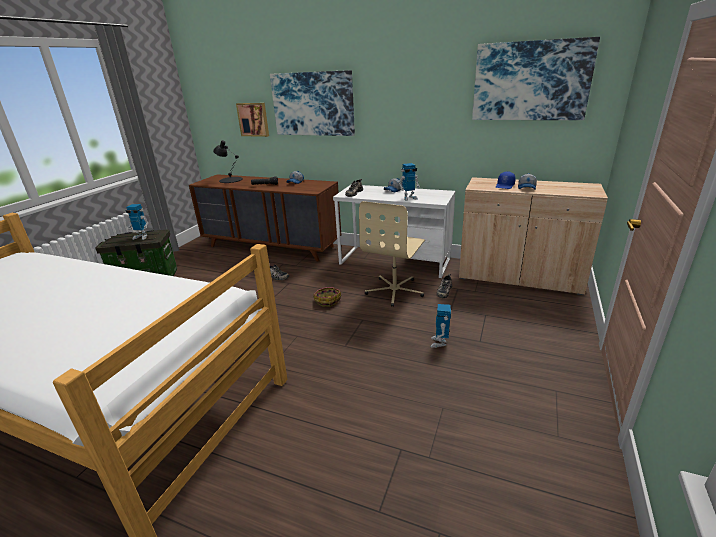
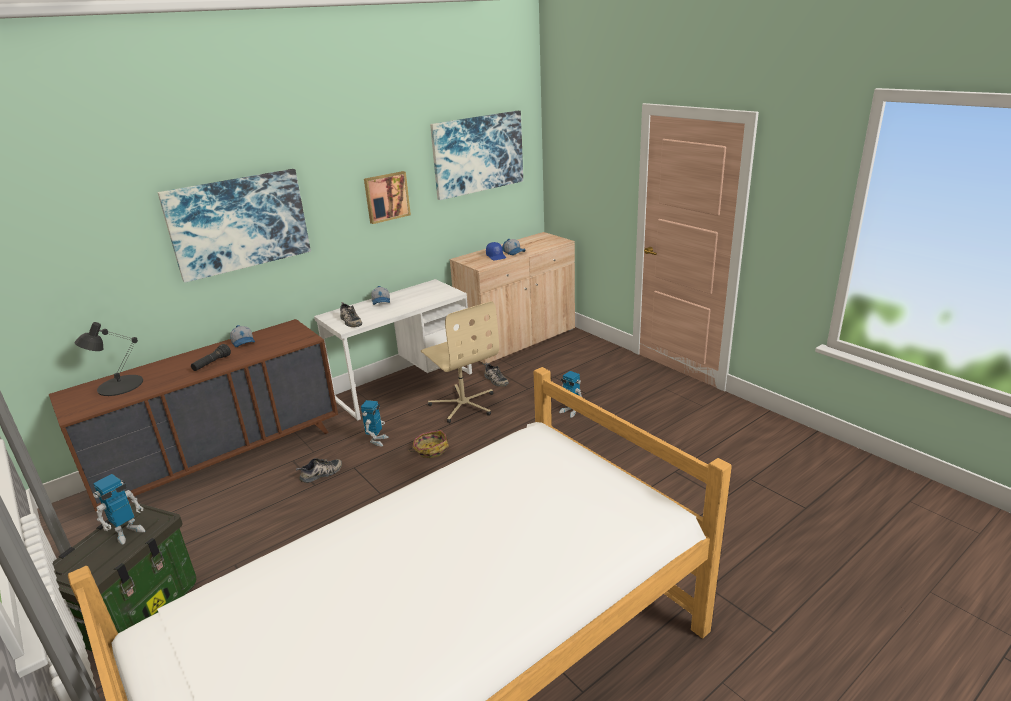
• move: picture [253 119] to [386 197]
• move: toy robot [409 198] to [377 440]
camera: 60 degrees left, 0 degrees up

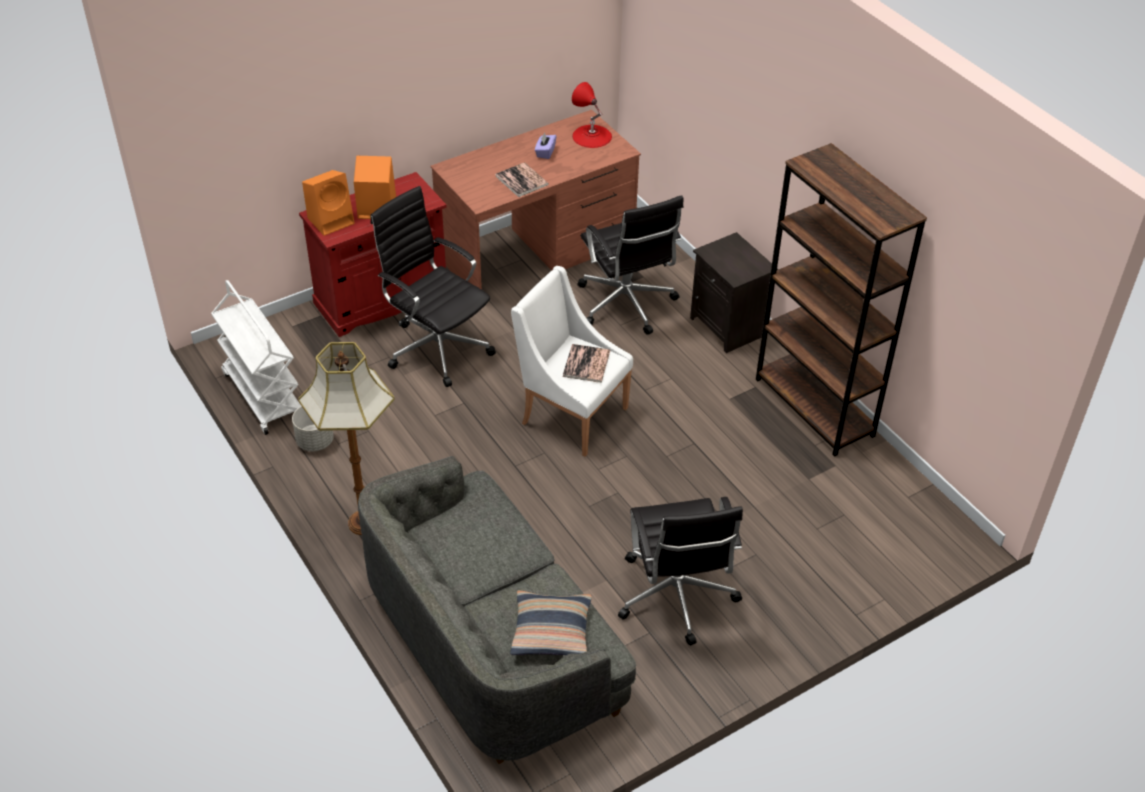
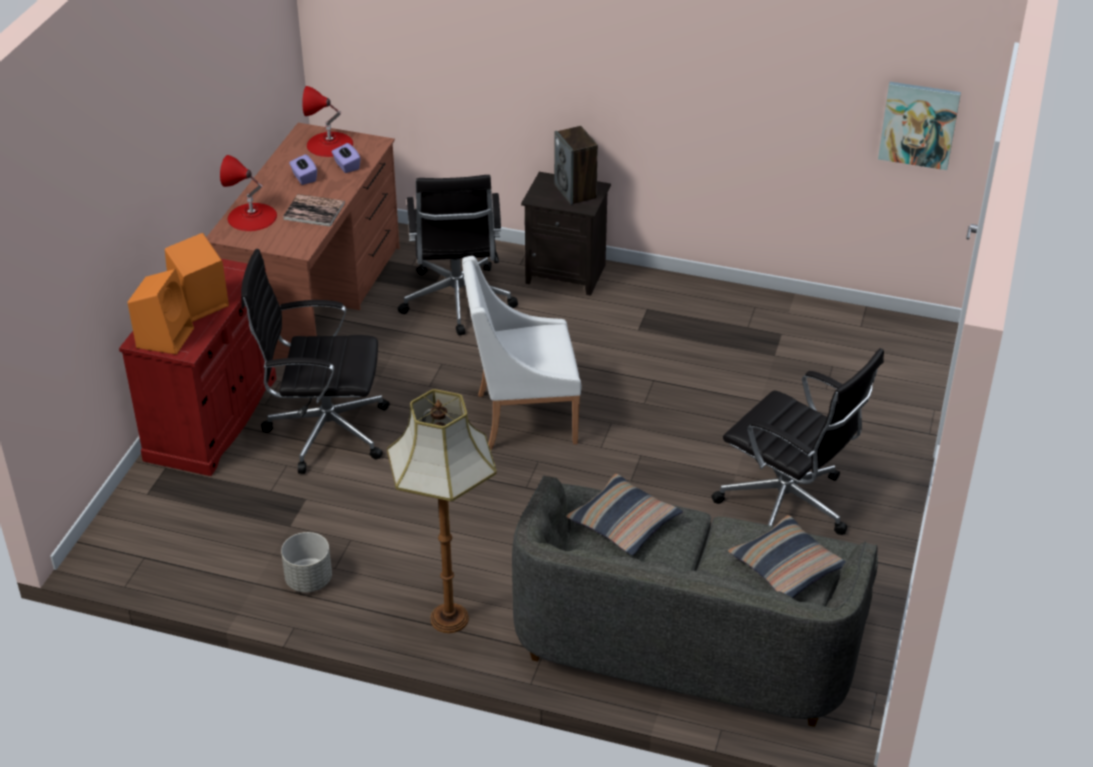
• delete: white cart [262 395]
• delete: book [586 364]
• rotate: black office chair [626 305] = [457 302] 60 degrees clockwise
• delete: brown bookcase [814 407]
• insert: red table lamp [252 217]
• insert: purple tissue box [346 166]
• insert: speaker [575 192]
• insert: pillow [623 523]
• insert: picture [919 124]
camera: 40 degrees left, 5 degrees down

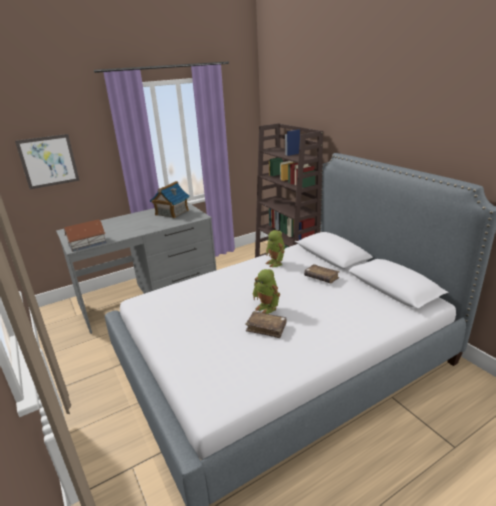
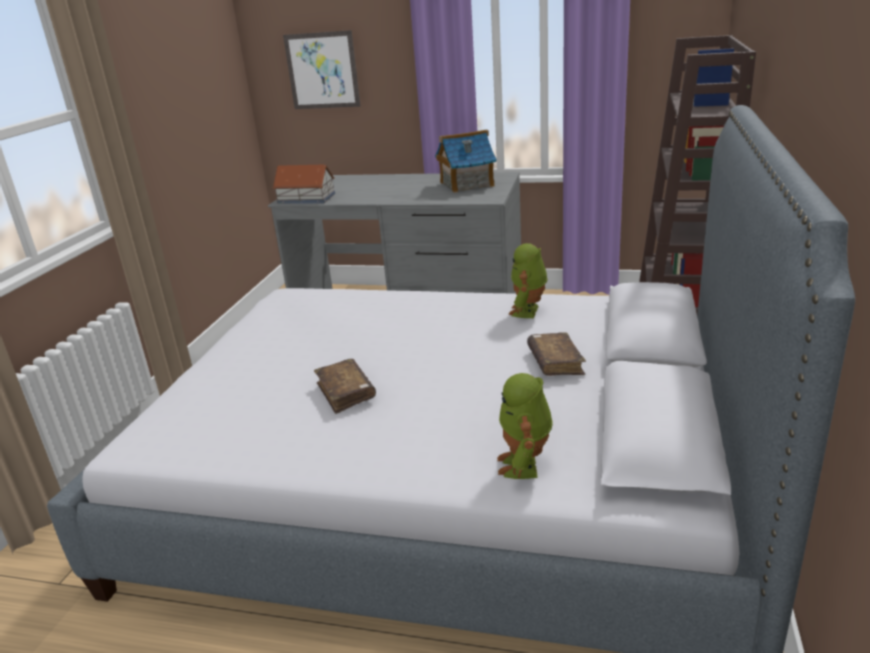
• move: toy robot [267 308] to [525 465]
camera: 45 degrees right, 0 degrees up

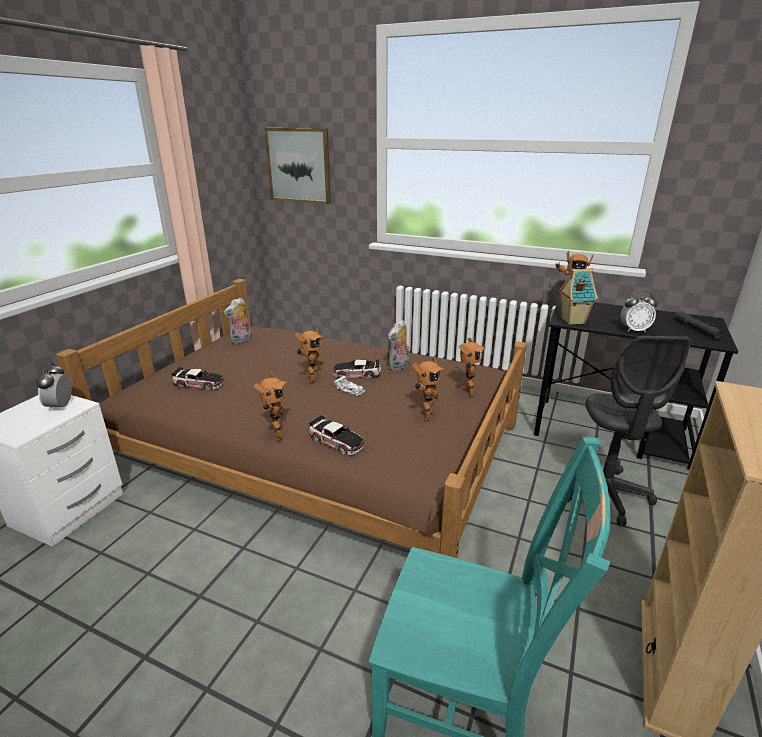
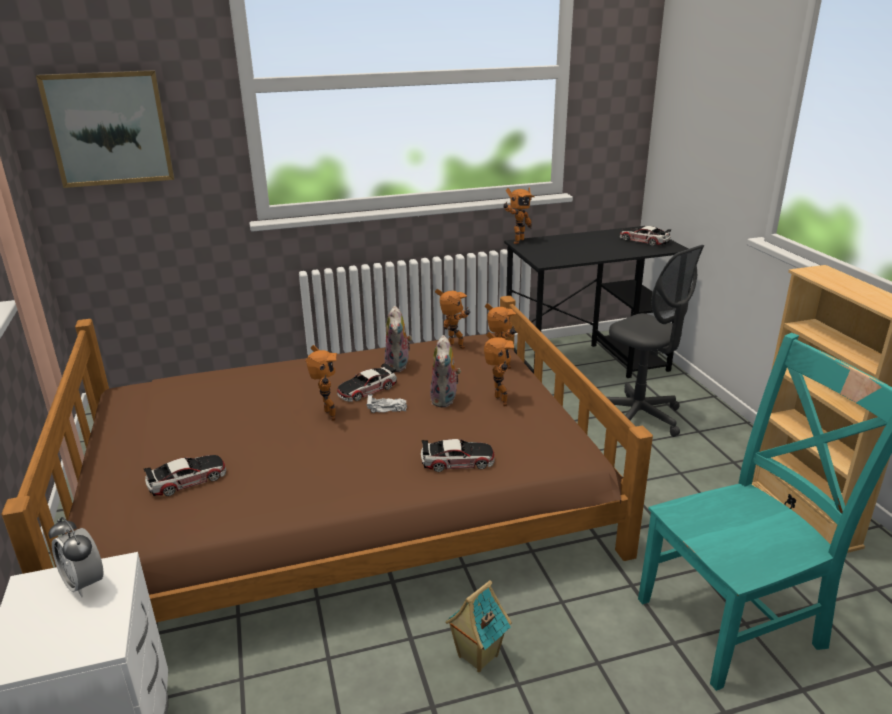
• move: plush toy [241 341] to [445 400]
• move: toy robot [275 436] to [455 347]
• move: toy house [572 321] to [476 656]
• delete: alarm clock [634 330]
• replace: grey flashlight [696 329] to toy car [644 240]
camera: 40 degrees left, 0 degrees up

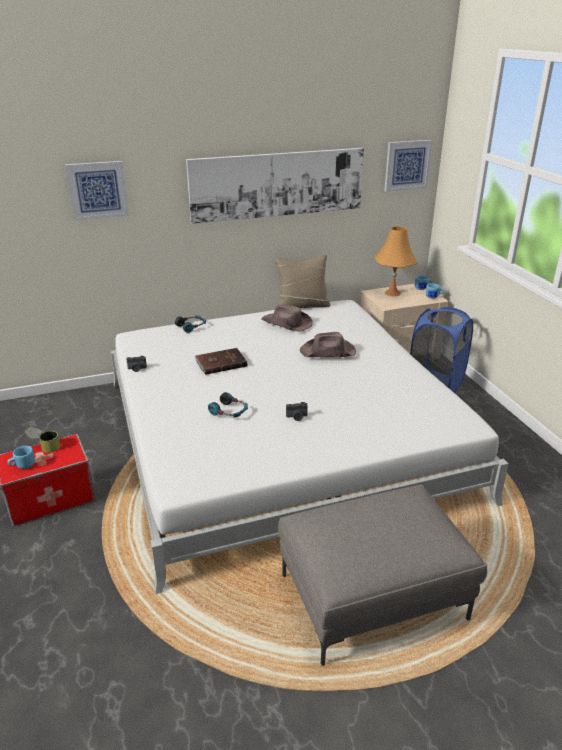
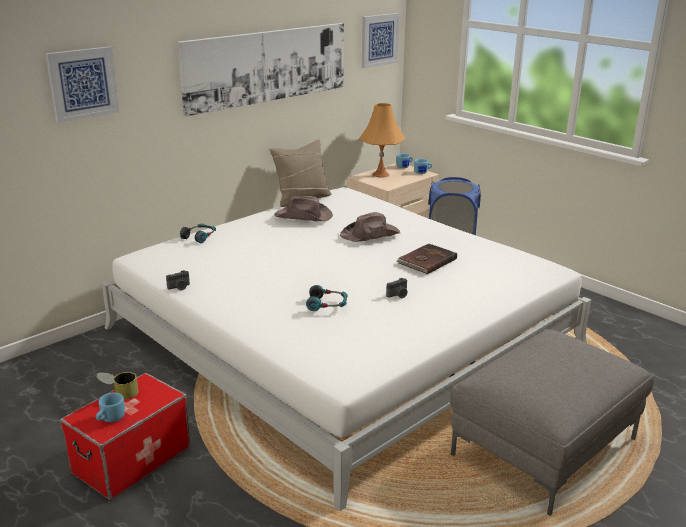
• move: brown book [220 363] to [426 261]
camera: 25 degrees left, 5 degrees down

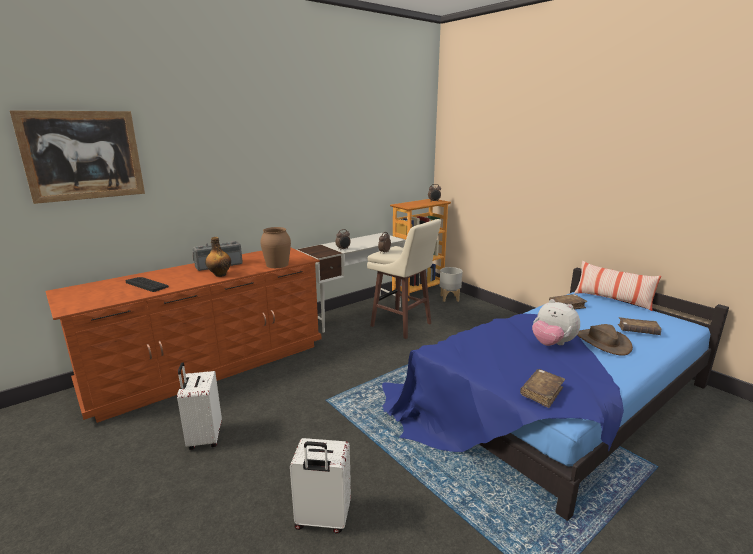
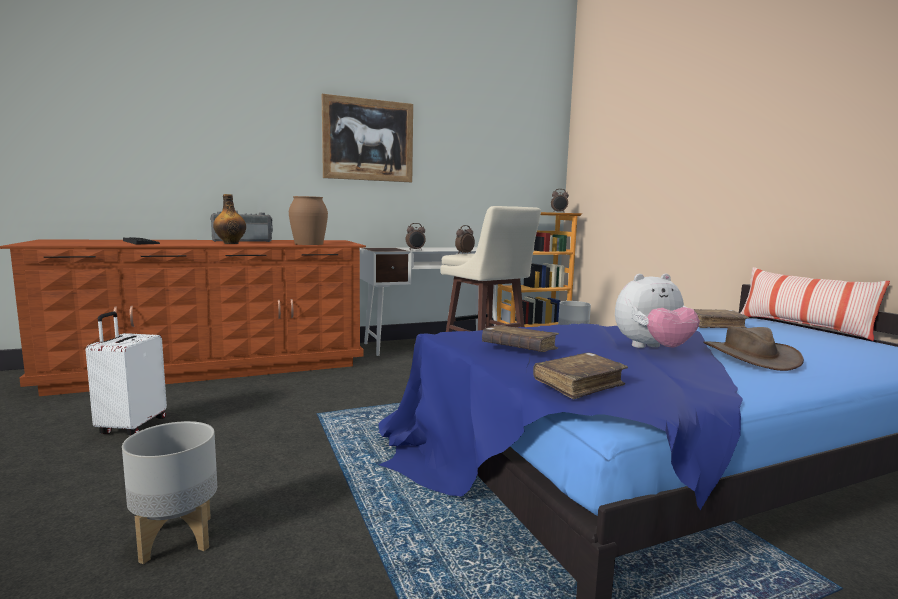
• move: picture [83 155] to [368 140]
• replace: white suitcase [322 519] to grey planter [175 539]
• rotate: plush toy [552 344] = [652 349] 75 degrees counterclockwise
• move: brown book [638 331] to [519 348]
camera: 15 degrees right, 10 degrees down

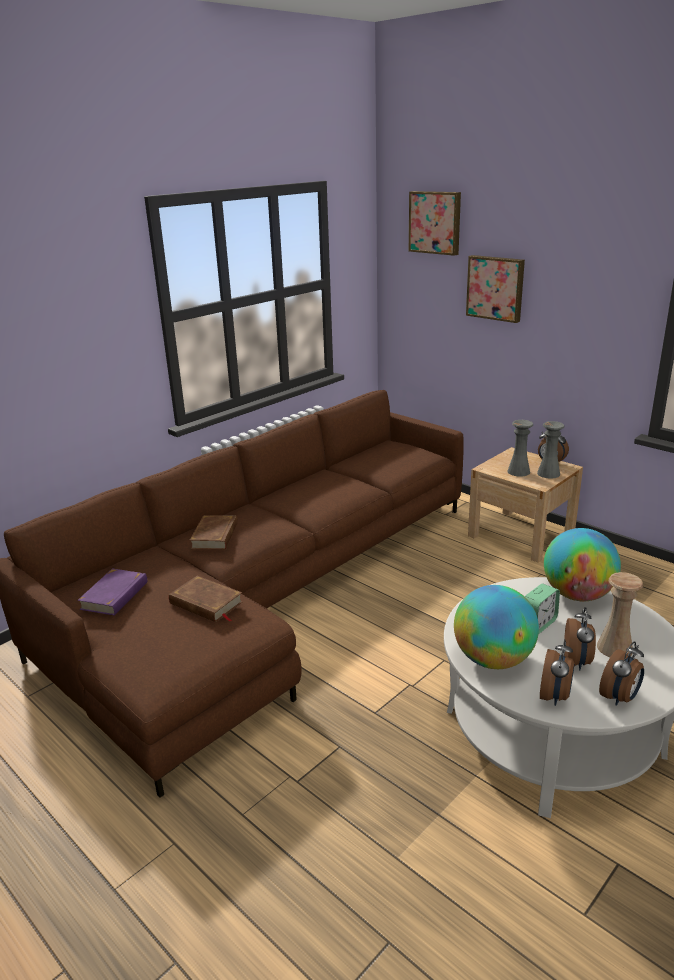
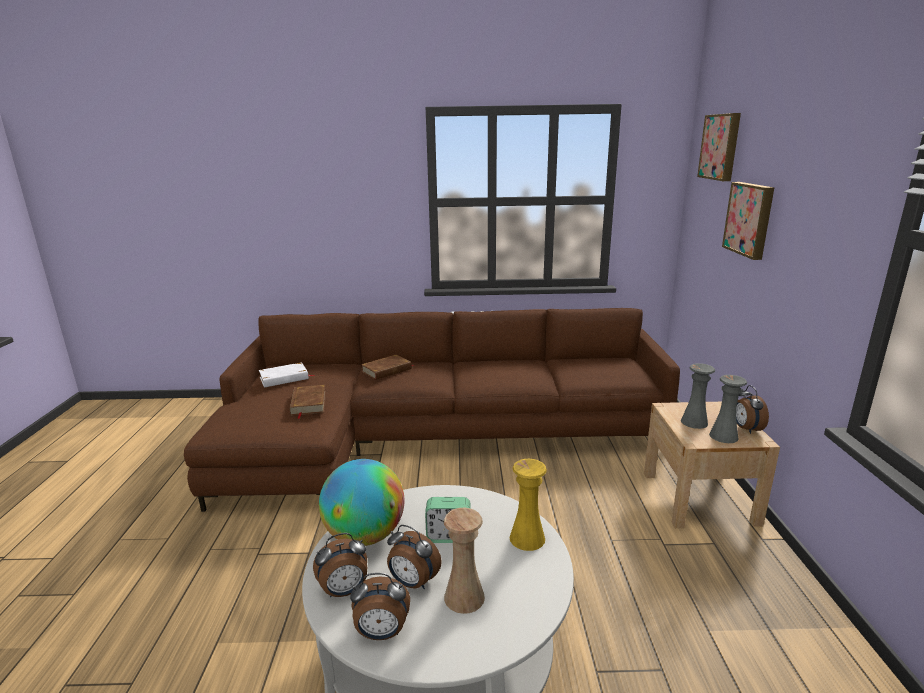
• recolor: purple book [115 595] to white book [284 378]
• replace: globe [577 595] to yellow vase [527 538]
• rotate: alarm clock [577 662] = [413 583] 60 degrees clockwise
camera: 45 degrees right, 5 degrees down

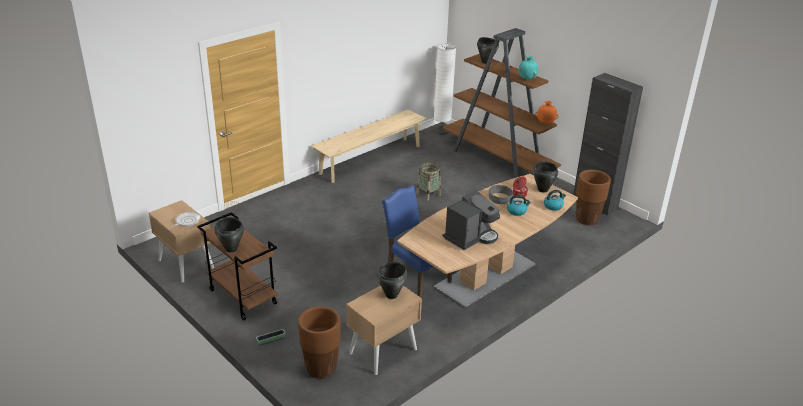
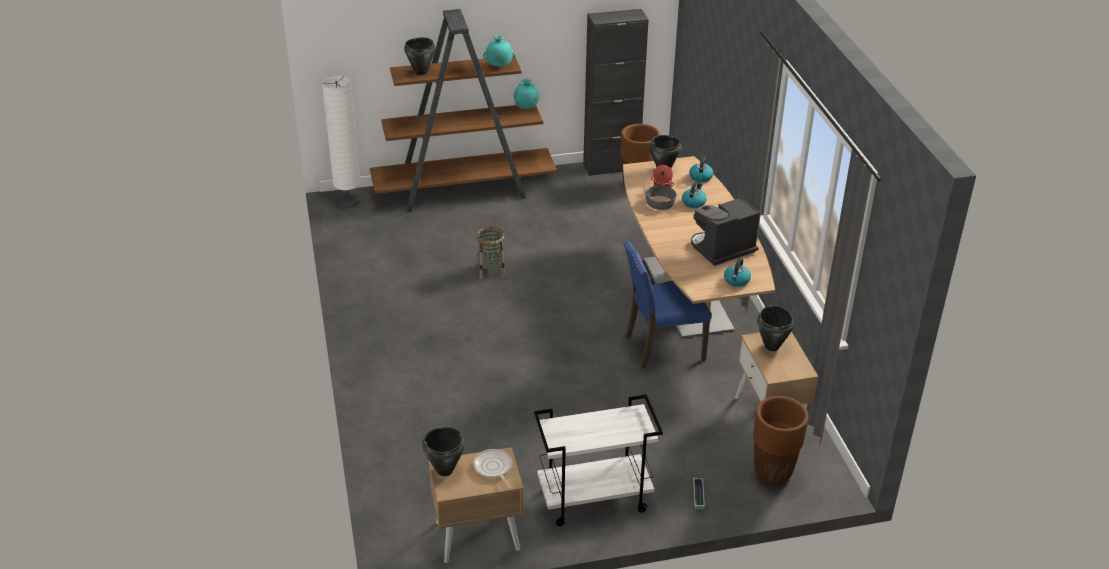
• recolor: brown cart [242 297] to white cart [593 500]
• move: black cooking pot [231 249] to [444 470]
• delete: beige bench [370 159]
• rotate: coffee machine [470 237] = [722 250] 105 degrees counterclockwise
• recolor: orange vase [545 123] to turquoise vase [526 108]
• insert: kettle [736 281]
camera: 60 degrees left, 5 degrees up

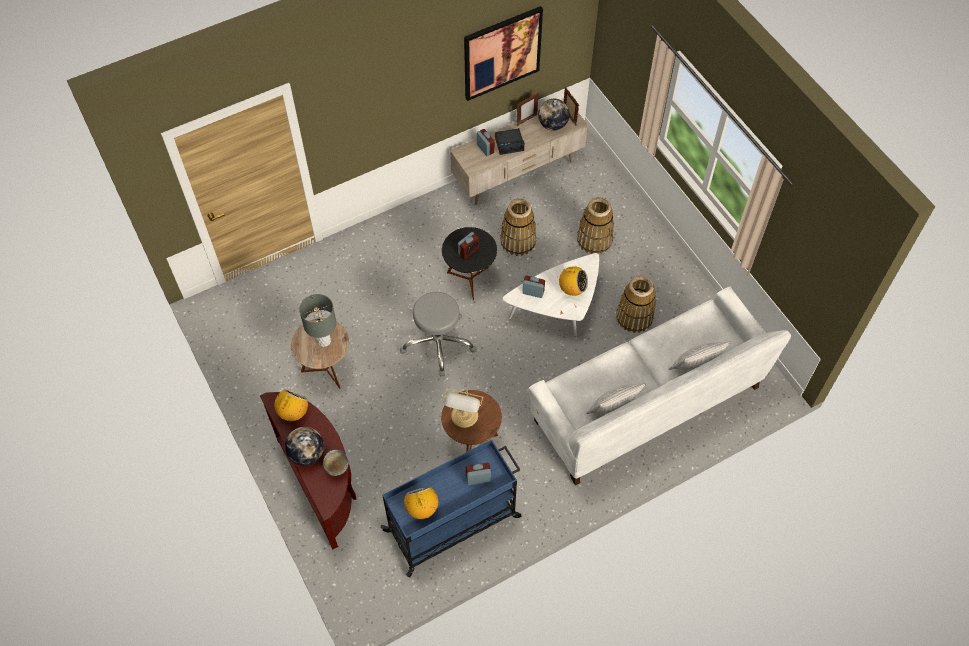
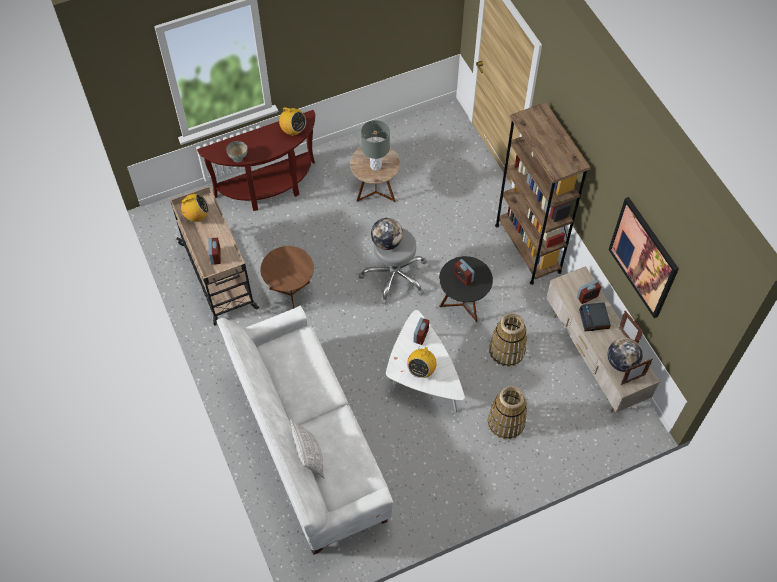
• move: globe [307 454] to [386 242]
• recolor: blue cart [454 523] to beige cart [219 277]
• delete: table lamp [464 416]
• delete: pillow [612 409]
• delete: basket [634 317]
• insert: brown bookcase [527 248]
camera: 95 degrees right, 0 degrees up

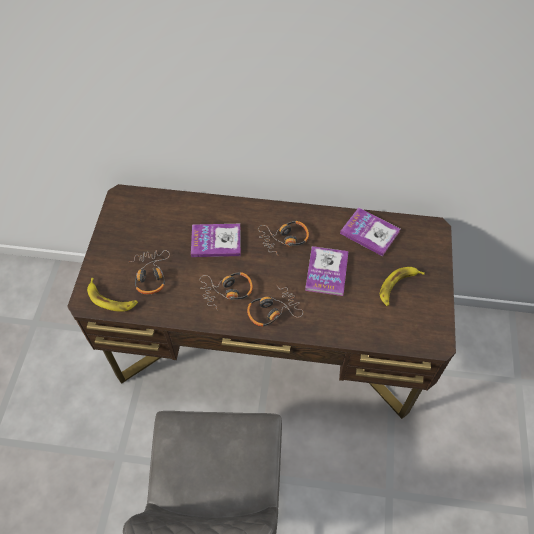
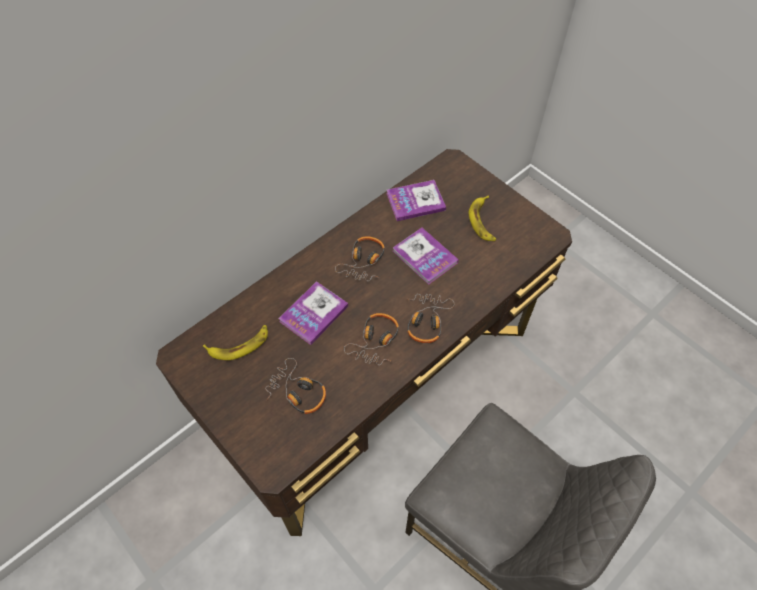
• move: banana [111 298] to [239 345]
camera: 50 degrees left, 0 degrees up

